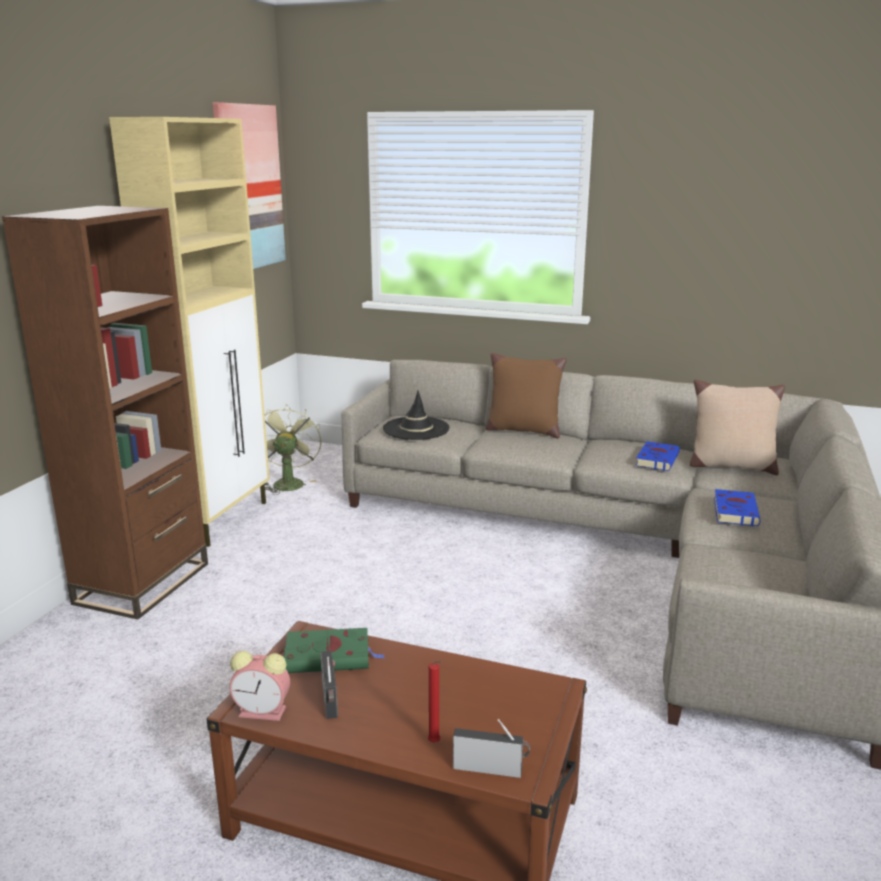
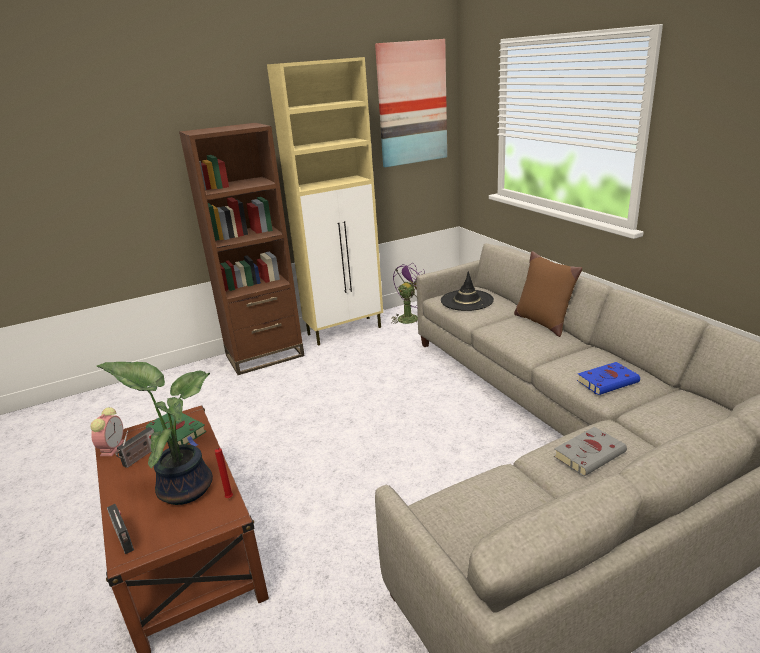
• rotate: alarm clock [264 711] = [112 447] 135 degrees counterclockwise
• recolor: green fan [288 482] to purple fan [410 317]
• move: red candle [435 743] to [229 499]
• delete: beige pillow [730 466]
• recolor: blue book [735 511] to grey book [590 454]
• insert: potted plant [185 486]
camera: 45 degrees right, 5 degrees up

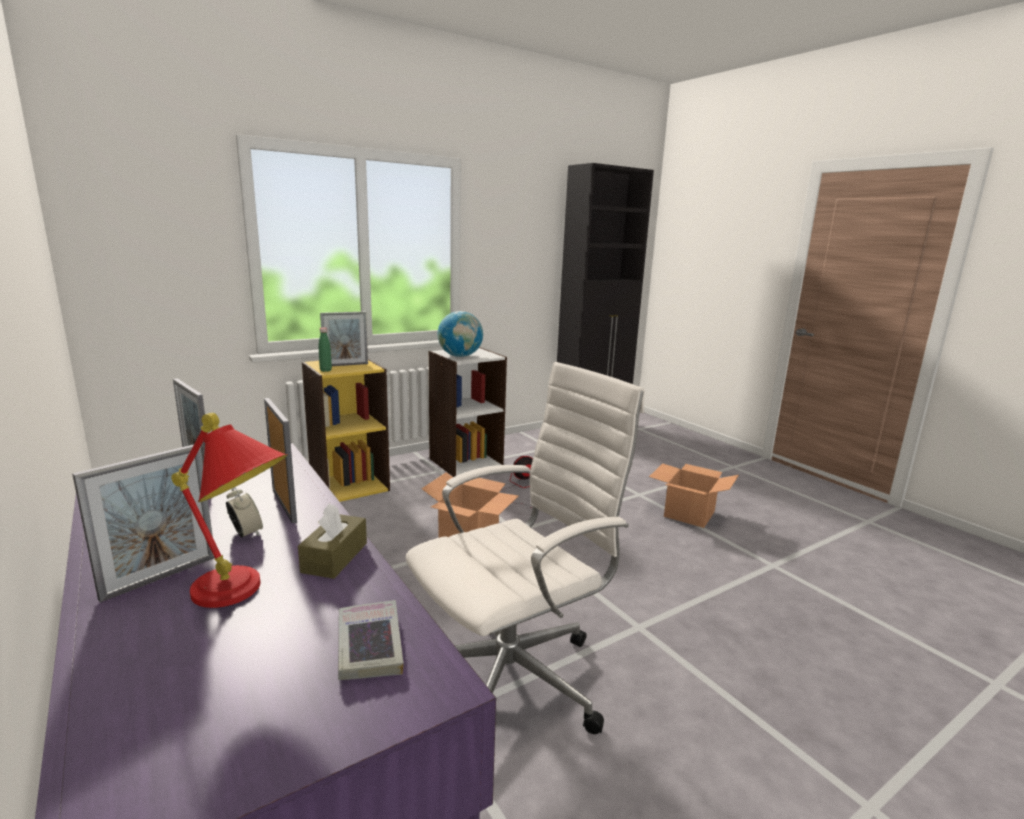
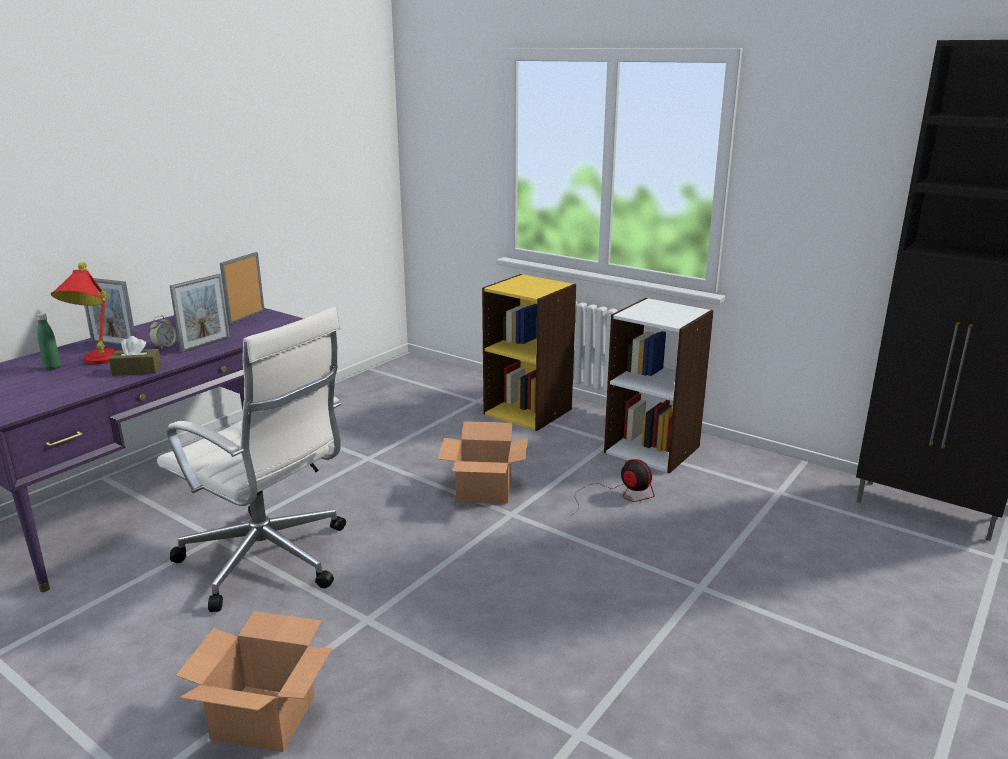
• move: green bottle [325 370] to [53 368]
• delete: picture frame [346 365]
• delete: book [369 646]
• delete: globe [460 356]
• move: cardboard box [689 514] to [262 718]
camera: 70 degrees right, 5 degrees up

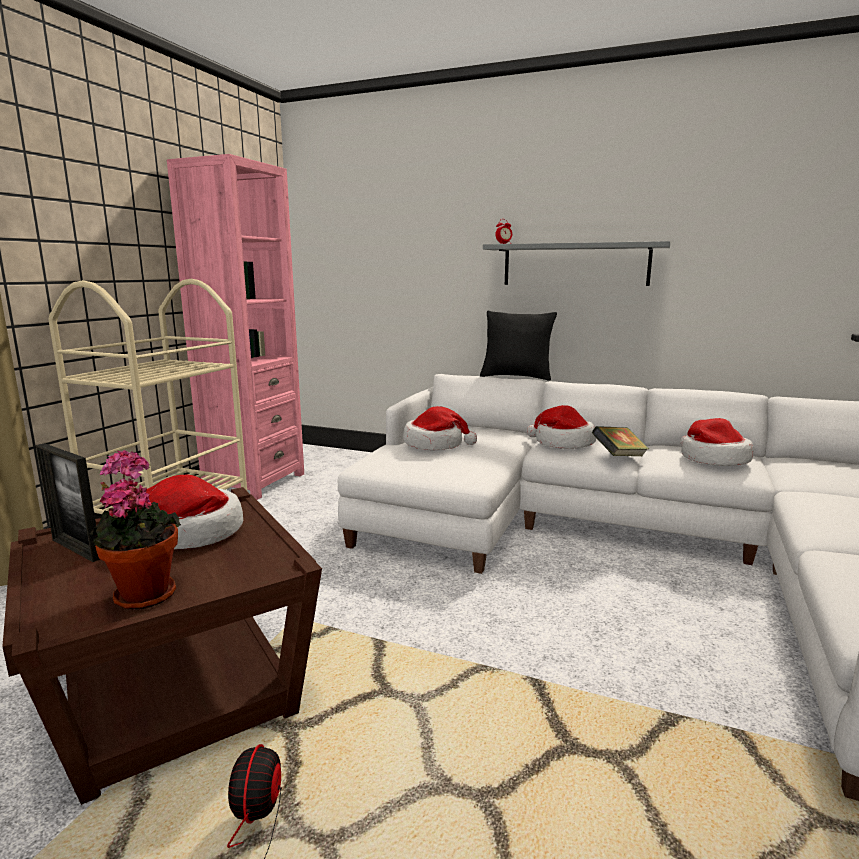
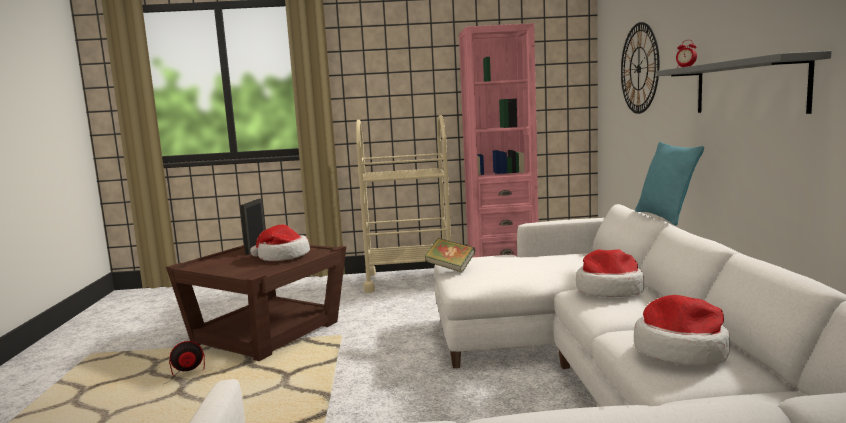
• delete: potted plant [143 593]
• delete: hat [435 444]
• recolor: black pillow [516 377] to turquoise pillow [665 217]
• move: book [619 457] to [450 268]
• insert: wall clock [639 68]
camera: 65 degrees right, 5 degrees down

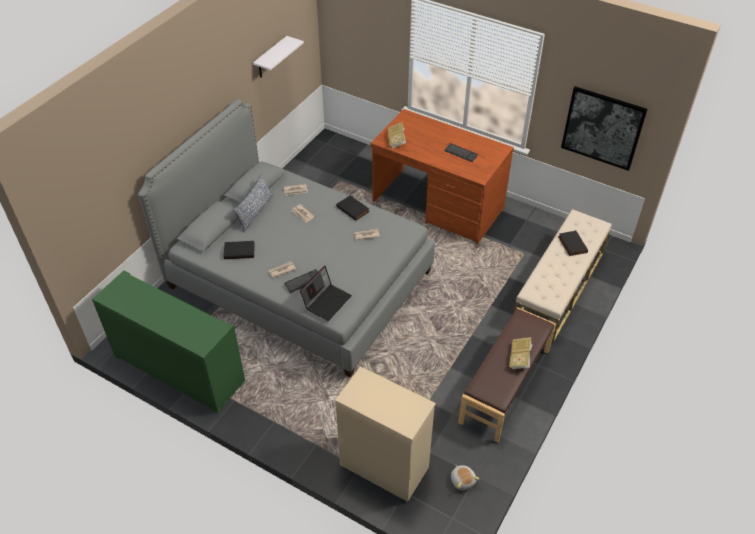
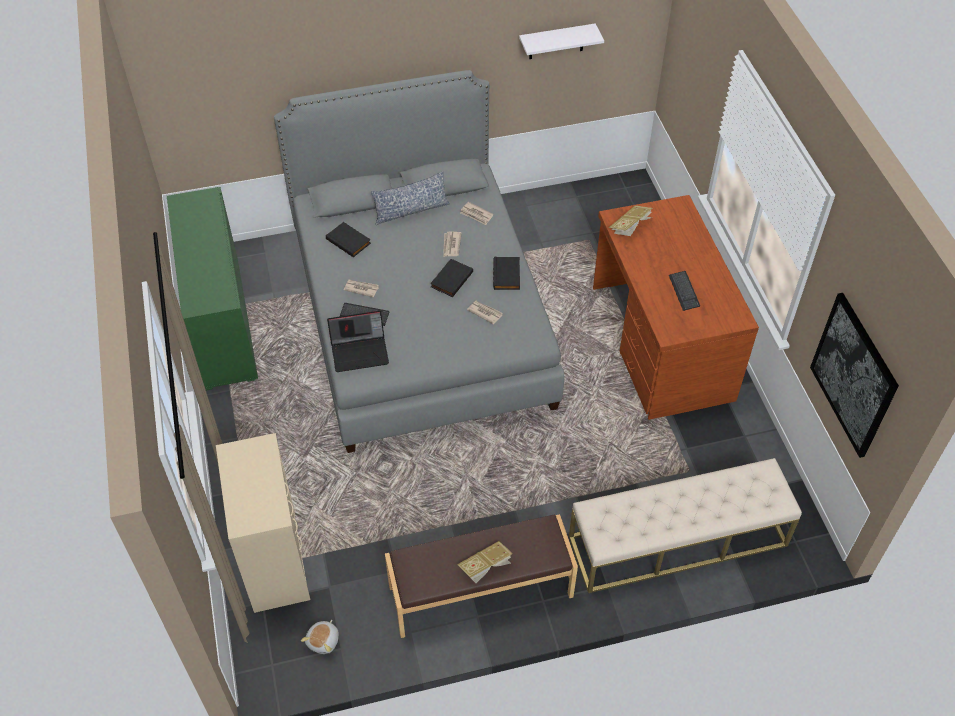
• move: black book [571 244] to [451 279]
camera: 45 degrees right, 5 degrees up

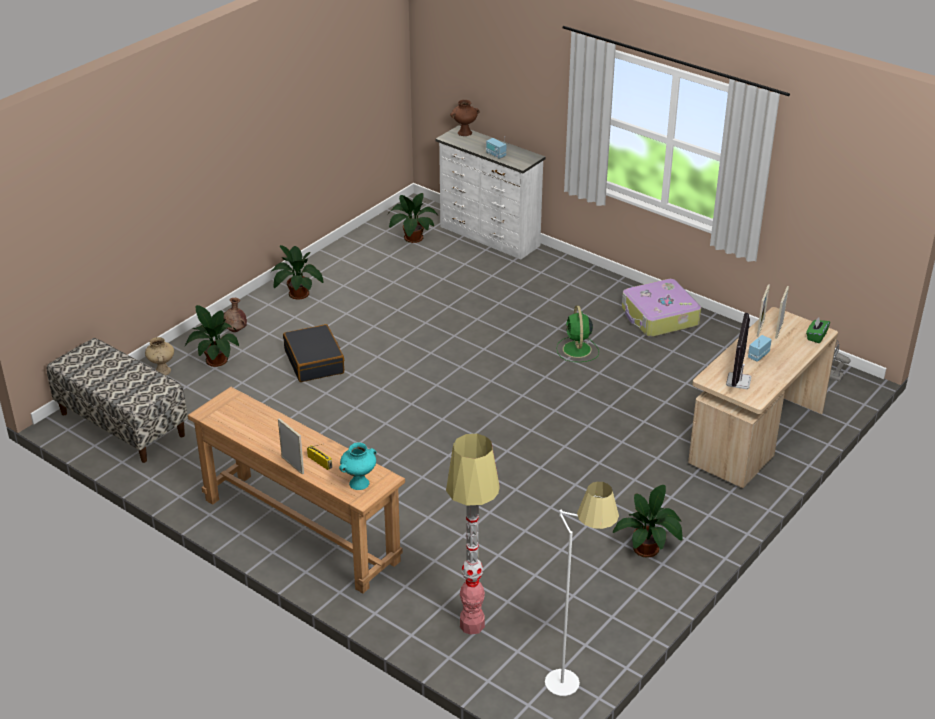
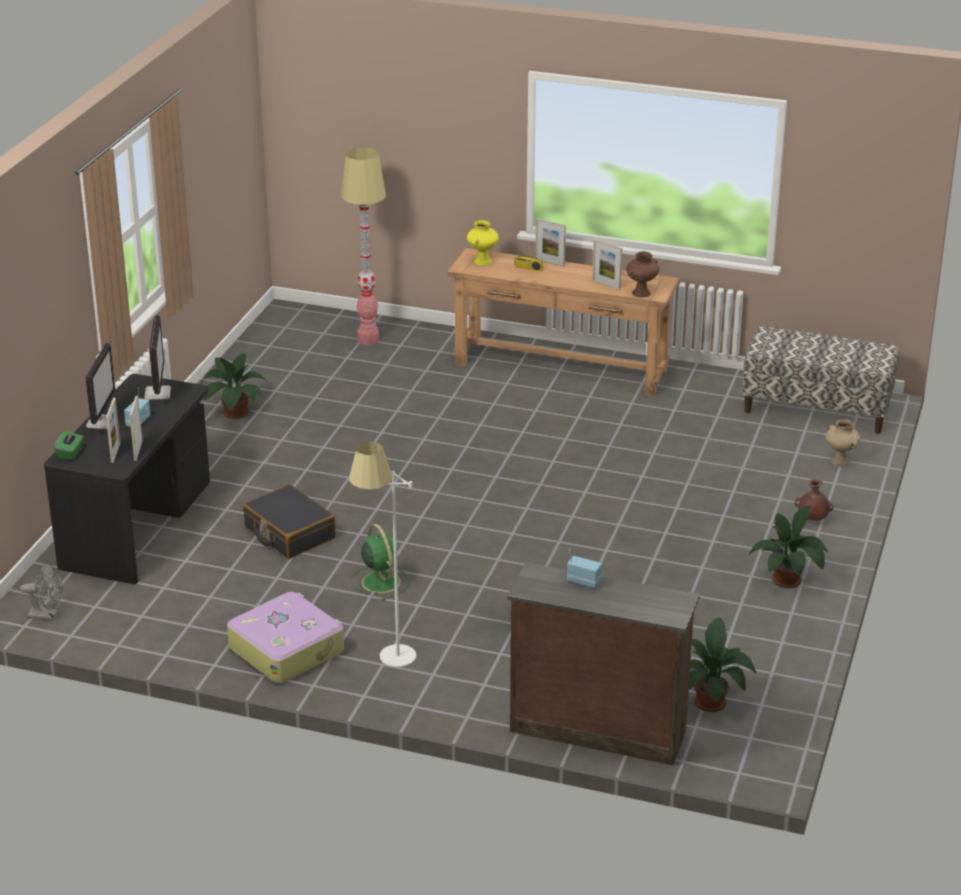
• delete: potted plant [215 359]
• move: black suitcase [314 362] to [289 533]
• recolor: turquoise vase [359 484] to yellow vase [482 261]
• recolor: white dresser [489 237] to brown dresser [597 730]
• move: brown vase [465 132] to [641 293]
• move: white floor lamp [574 675] to [387 664]
• recolor: beige desk [755 437] to black desk [138 526]
• insert: monitor [101 422]
• insert: picture frame [606 285]
camera: 160 degrees right, 5 degrees down

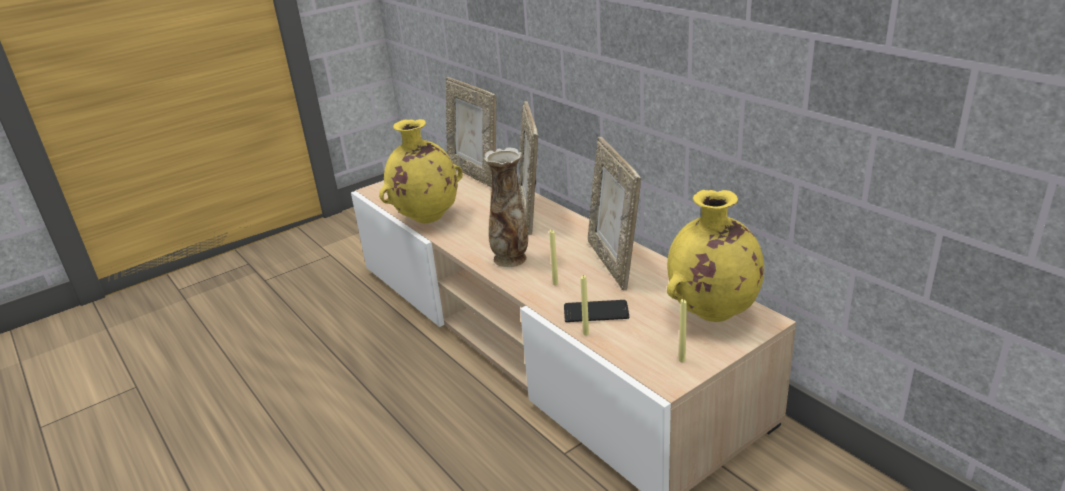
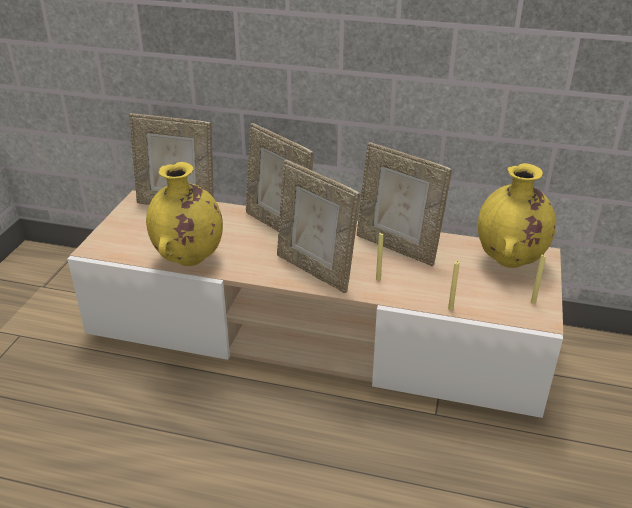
• replace: vase [511 258] to picture frame [315 270]
• delete: phone [596 312]
camera: 40 degrees left, 5 degrees up

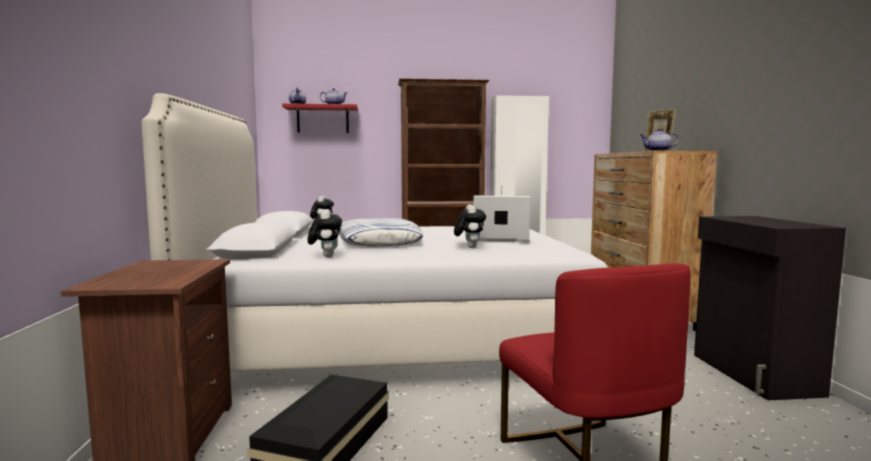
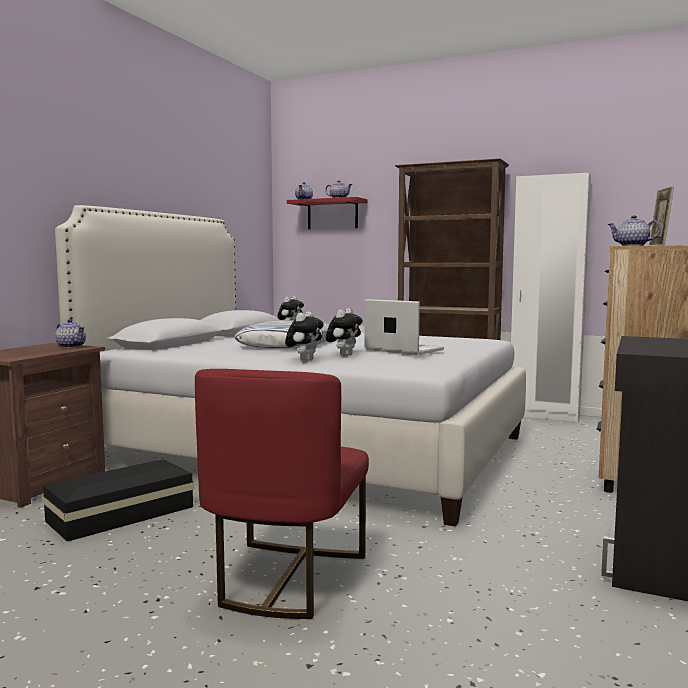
• move: plush toy [326 256] to [304 360]
• insert: teapot [71 346]
camera: 30 degrees right, 0 degrees up

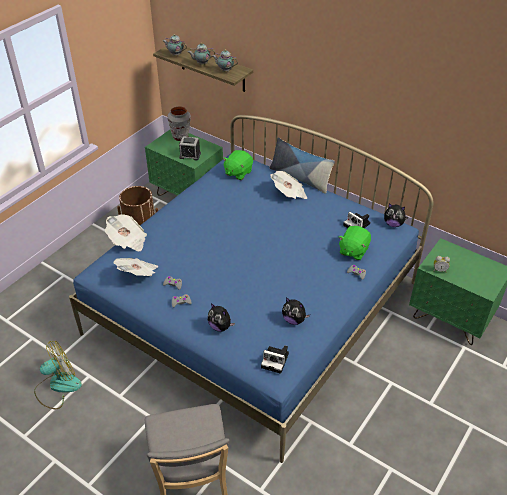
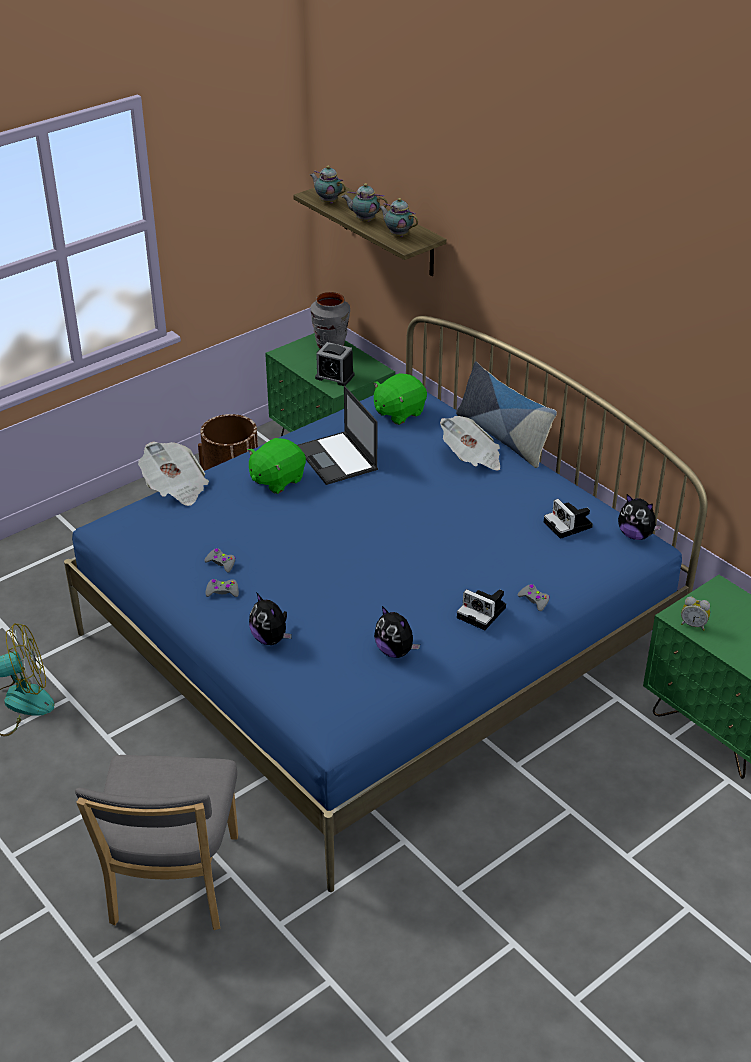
• delete: newspaper [138 274]
• move: photo camera [276 360] to [483 613]
• move: green plush toy [353 251] to [276 480]
• insert: laptop [337 459]
camera: 15 degrees right, 5 degrees down

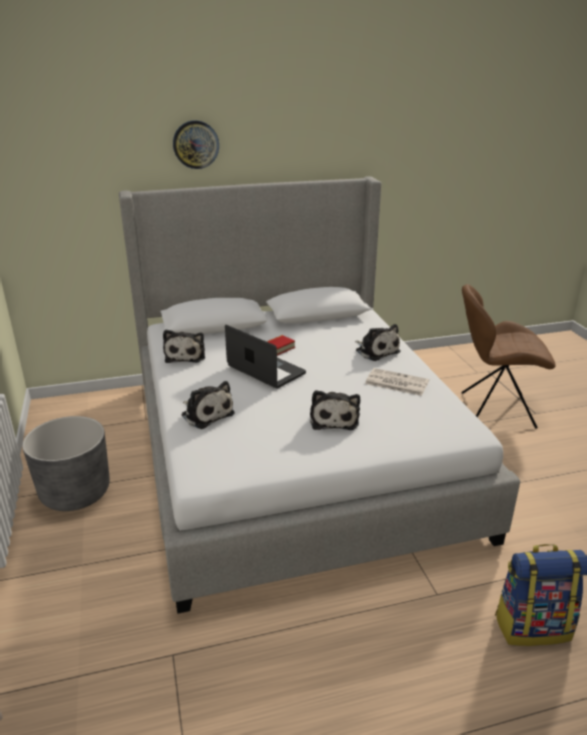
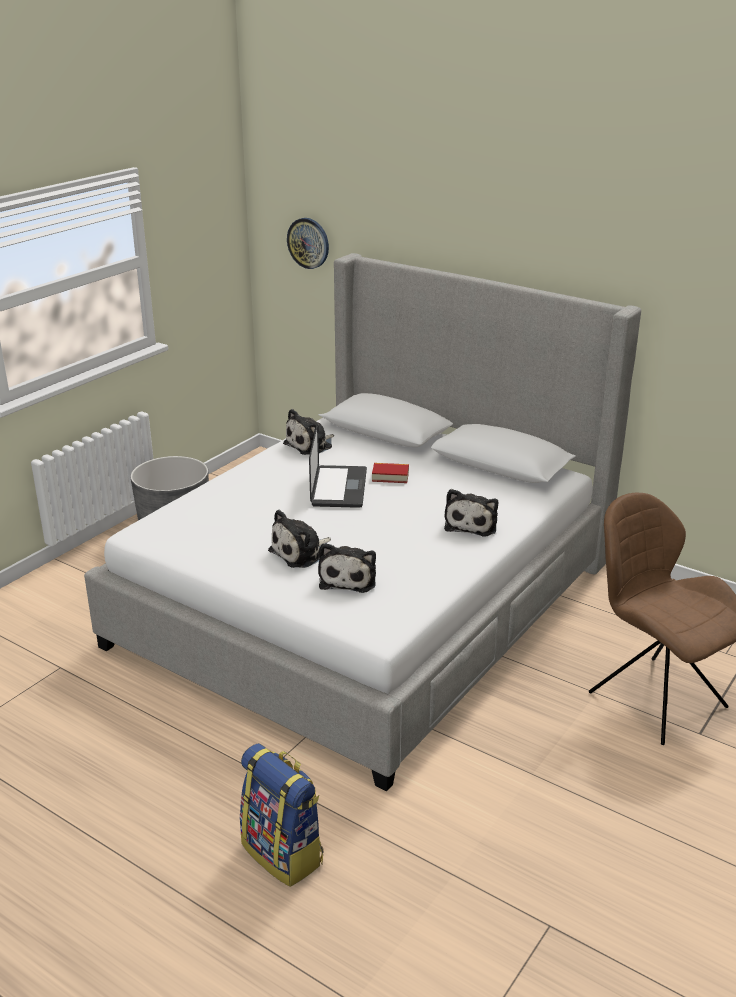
• move: wall clock [196 144] to [308 243]
• move: plush toy [206 414] to [349 578]
• delete: newspaper [396 382]
camera: 50 degrees right, 0 degrees up

